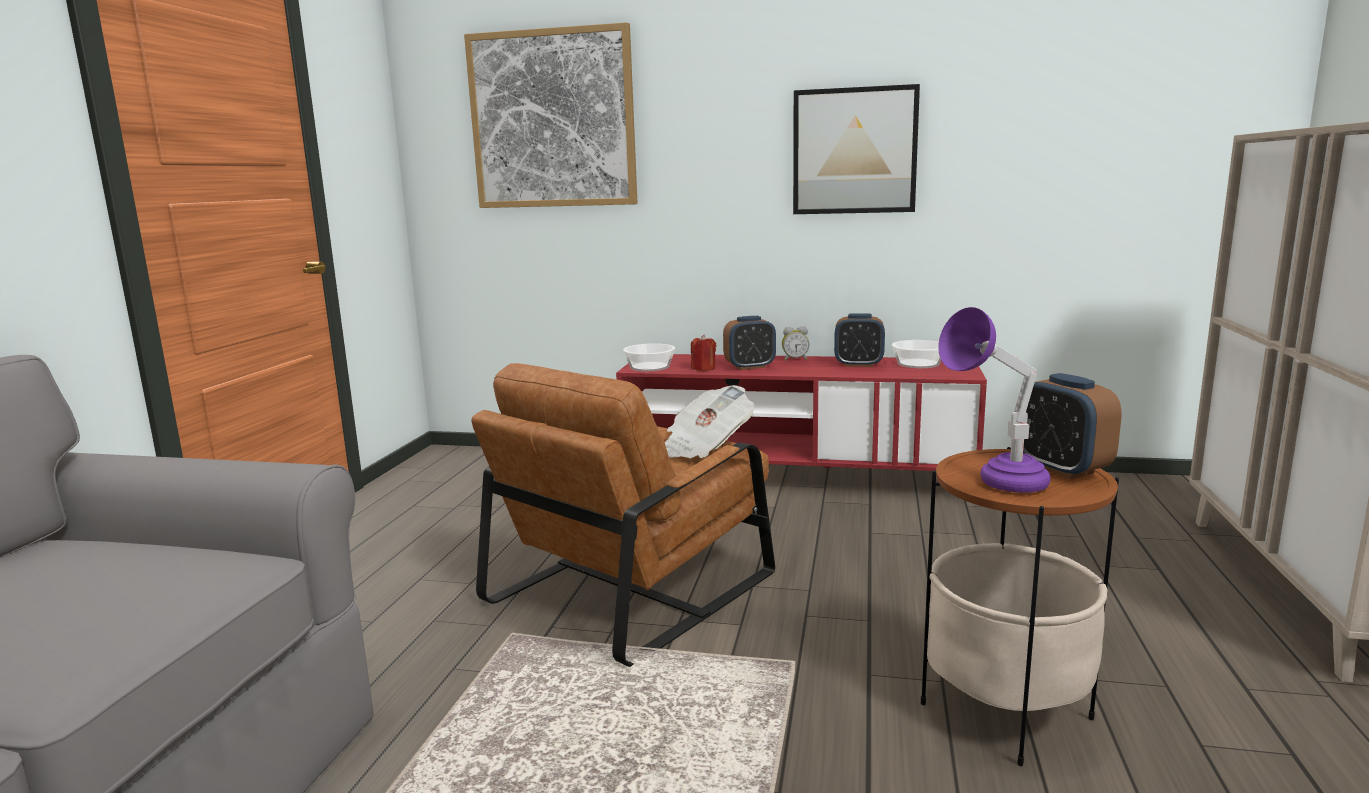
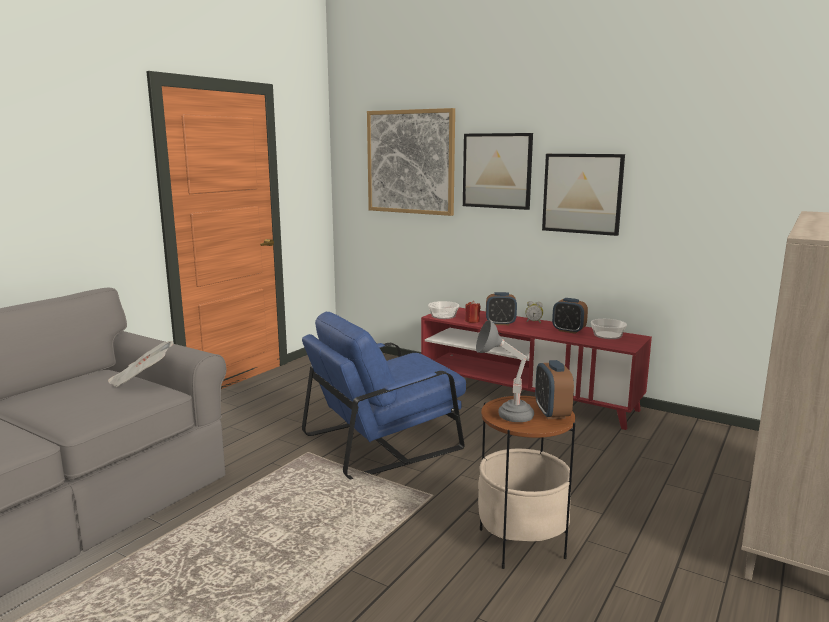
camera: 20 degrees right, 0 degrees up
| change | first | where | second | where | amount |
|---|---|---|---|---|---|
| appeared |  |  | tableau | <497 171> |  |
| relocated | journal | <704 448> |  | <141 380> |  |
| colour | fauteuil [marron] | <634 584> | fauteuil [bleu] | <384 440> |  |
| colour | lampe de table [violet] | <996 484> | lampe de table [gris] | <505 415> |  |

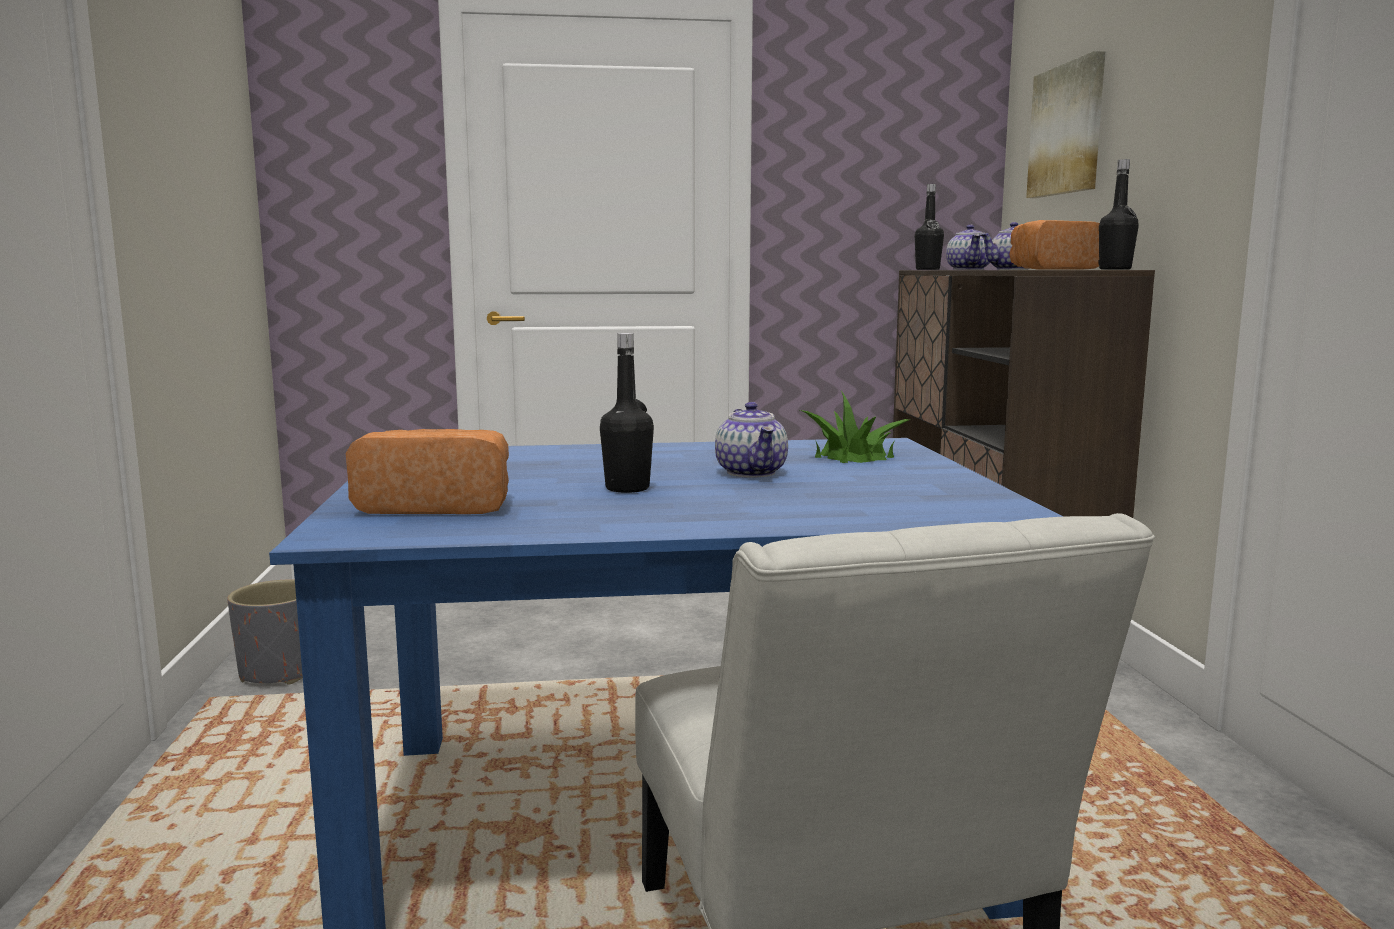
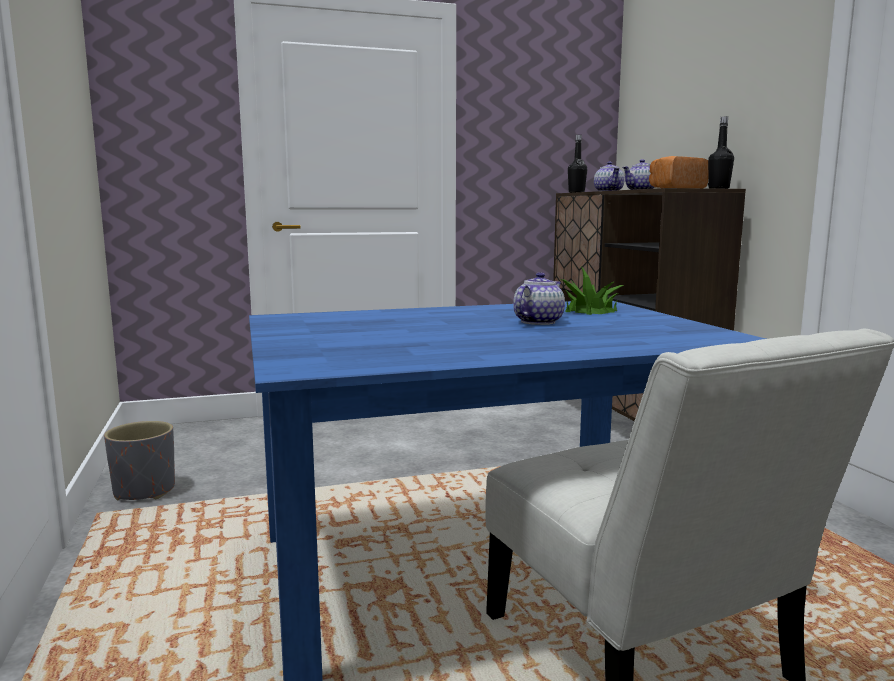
camera: 10 degrees left, 0 degrees up
| change | first | where | second | where | amount |
|---|---|---|---|---|---|
| missing | pain | <437 506> |  |  |  |
| missing | bouteille [noir] | <627 488> |  |  |  |
| missing | tableau | <1068 130> |  |  |  |
| spun | théière | <752 473> |  | <538 322> | 120 degrees counterclockwise |

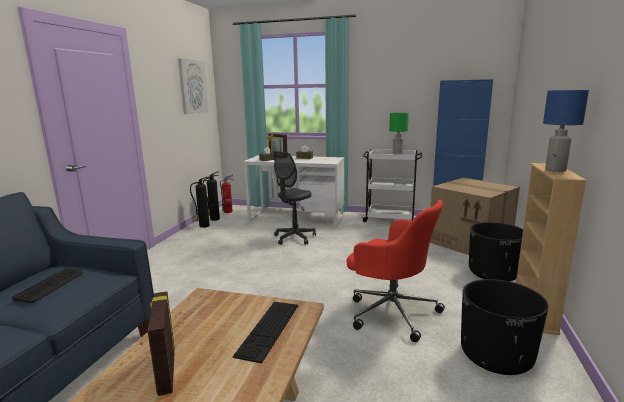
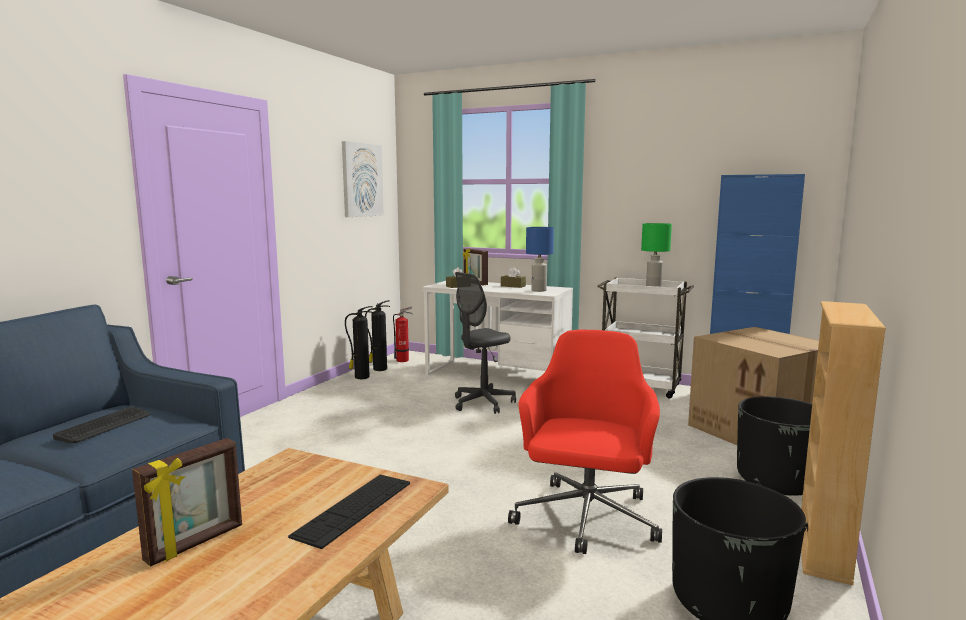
camera: 10 degrees right, 5 degrees down
| change | first | where | second | where | amount |
|---|---|---|---|---|---|
| relocated | lampe de table [bleu] | <555 170> |  | <538 290> |  |
| spun | cadre photo | <165 371> |  | <195 544> | 135 degrees counterclockwise |
| spun | chaise de bureau [rouge] | <391 311> |  | <586 519> | 120 degrees counterclockwise |

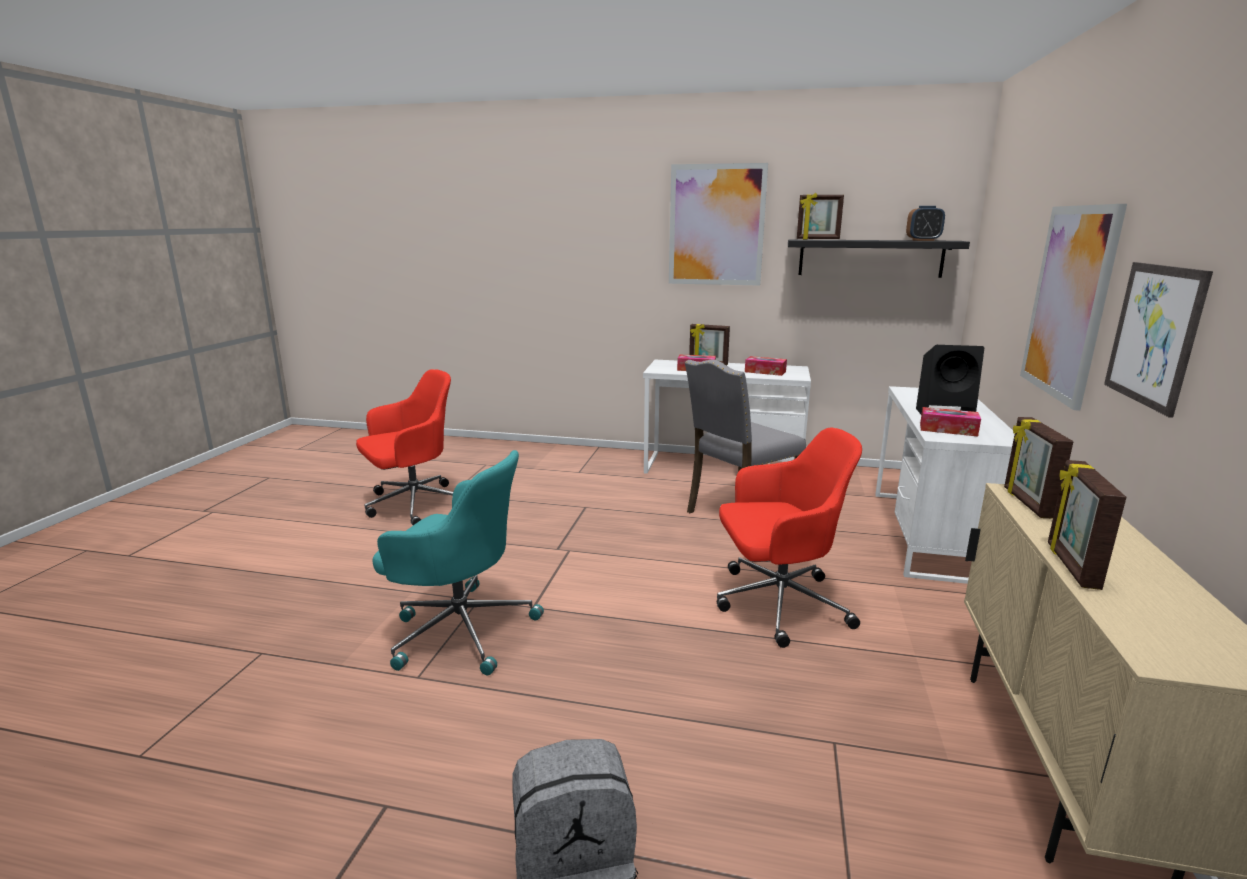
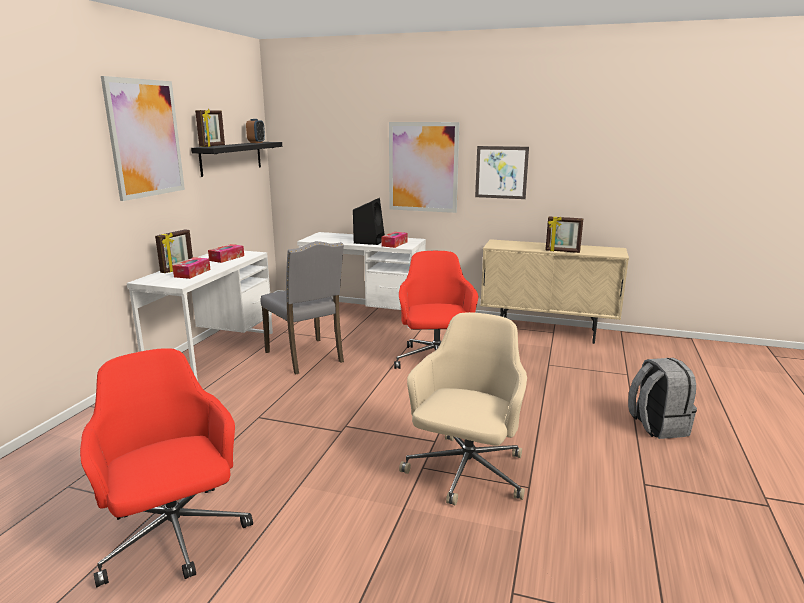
camera: 85 degrees left, 0 degrees up
| change | first | where | second | where | amount |
|---|---|---|---|---|---|
| missing | cadre photo | <1026 503> |  |  |  |
| colour | chaise de bureau [turquoise] | <460 629> | chaise de bureau [beige] | <466 473> |  |

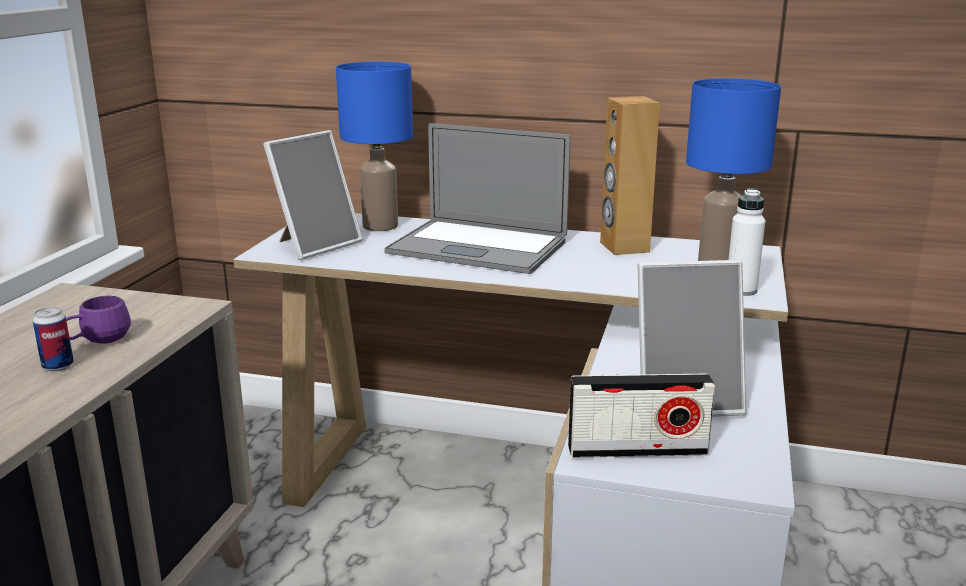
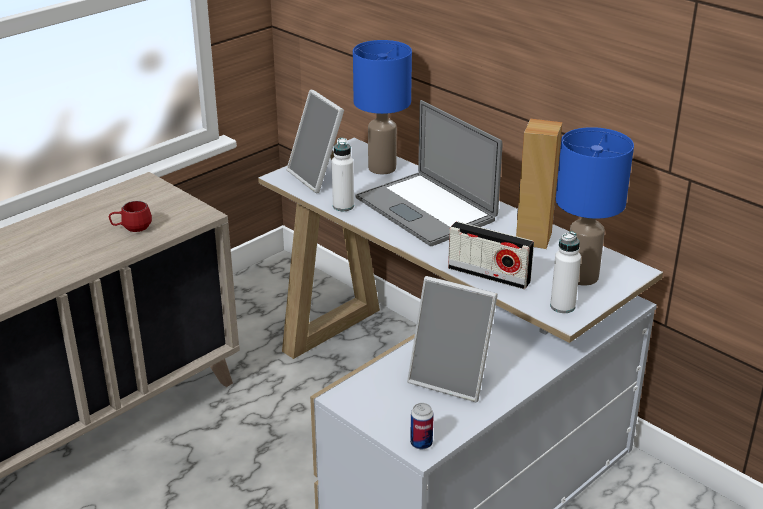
camera: 30 degrees right, 10 degrees up
| change | first | where | second | where | amount |
|---|---|---|---|---|---|
| appeared |  |  | bouteille [blanc] | <343 206> |  |
| relocated | boîte métallique | <58 366> |  | <421 443> |  |
| relocated | radio | <637 450> |  | <488 275> |  |
| colour | mug [violet] | <98 342> | mug [rouge] | <131 229> |  |
| spun | cadre photo | <315 245> |  | <319 177> | 75 degrees clockwise |

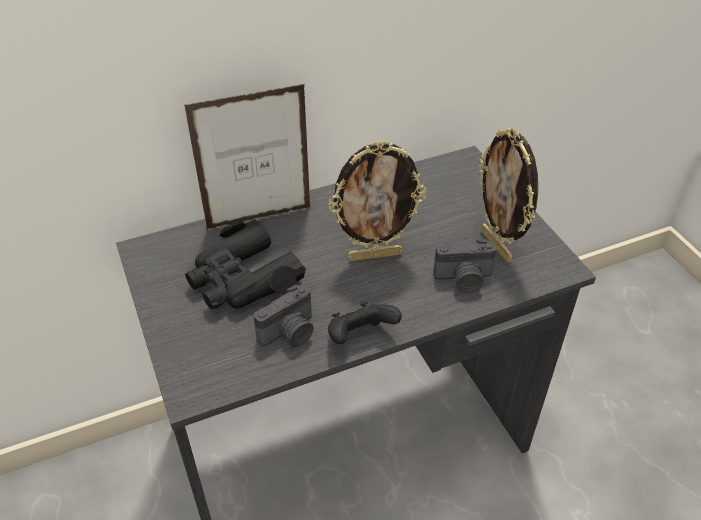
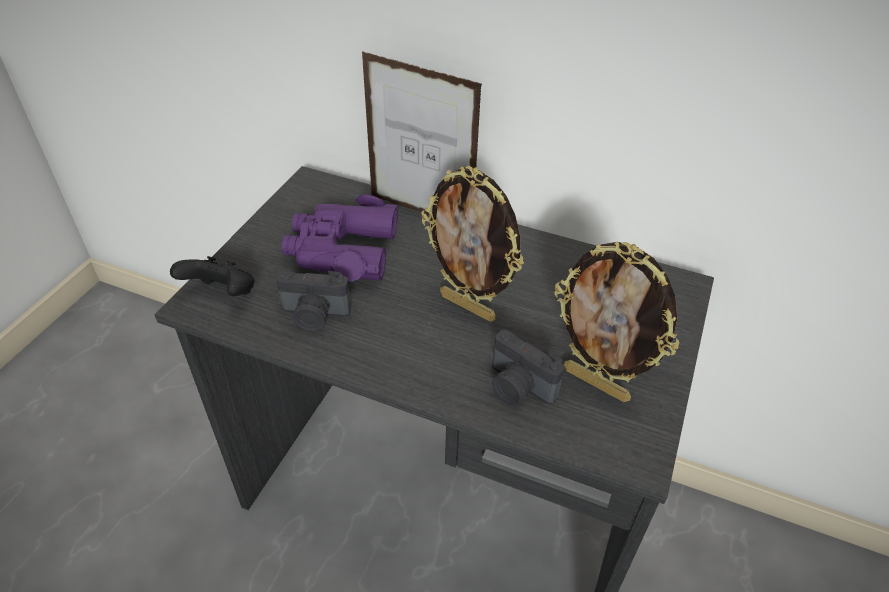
camera: 45 degrees right, 0 degrees up
| change | first | where | second | where | amount |
|---|---|---|---|---|---|
| relocated | manette [noir] | <360 337> |  | <222 294> |  |
| colour | jumelles [noir] | <243 279> | jumelles [violet] | <341 250> |  |
| spun | cadre photo | <497 246> |  | <597 383> | 75 degrees counterclockwise |

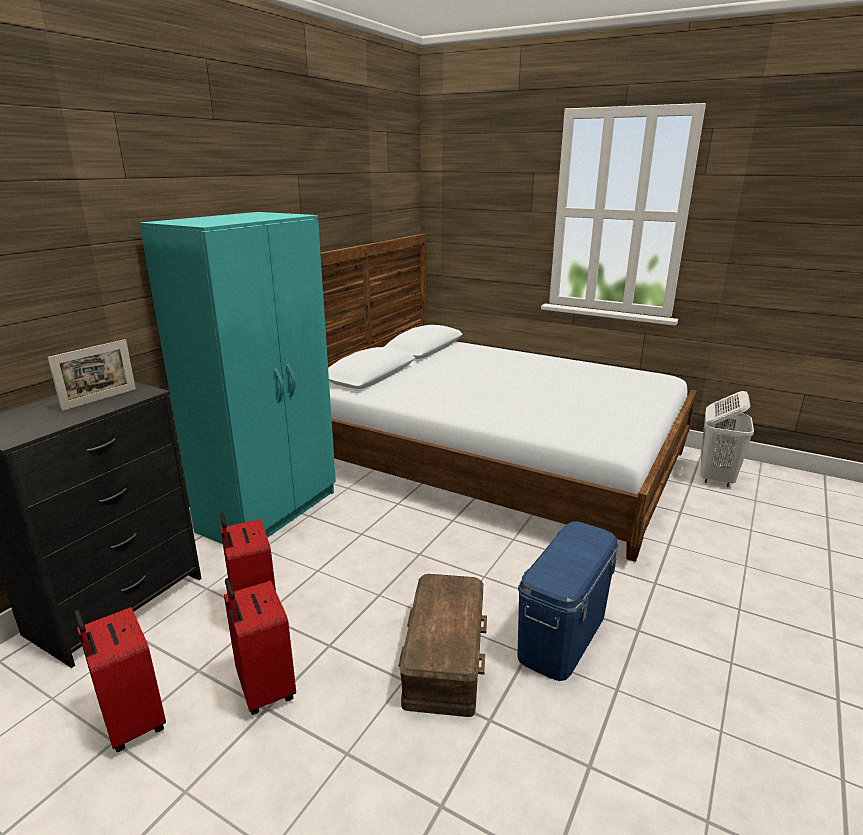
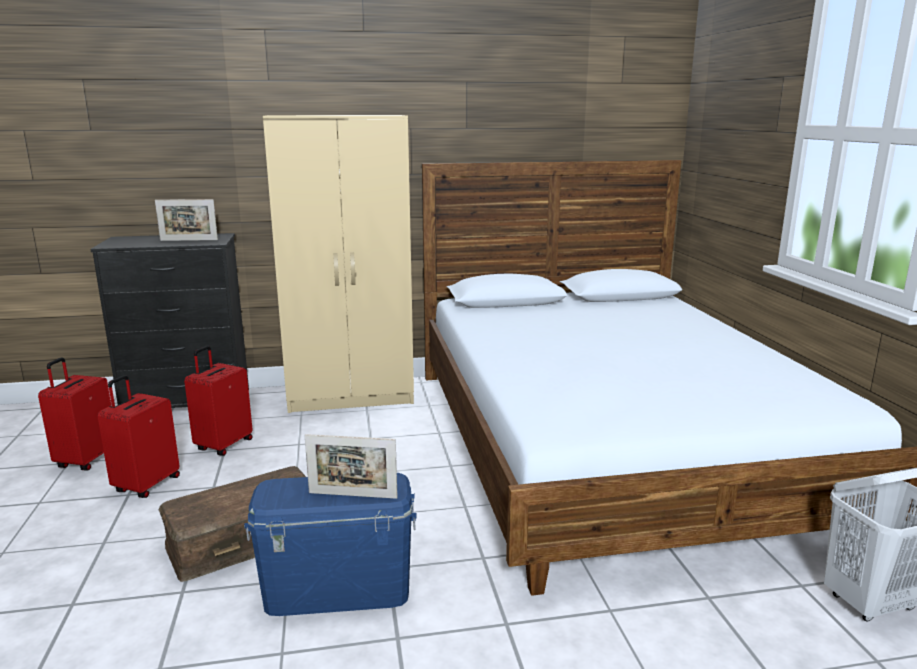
camera: 50 degrees right, 5 degrees down
| change | first | where | second | where | amount |
|---|---|---|---|---|---|
| appeared |  |  | cadre photo | <352 495> |  |
| colour | armoire [turquoise] | <271 511> | armoire [beige] | <352 396> |  |

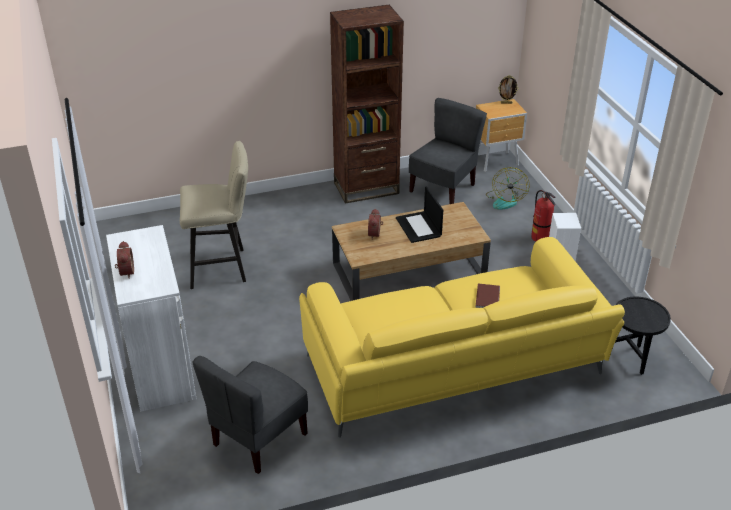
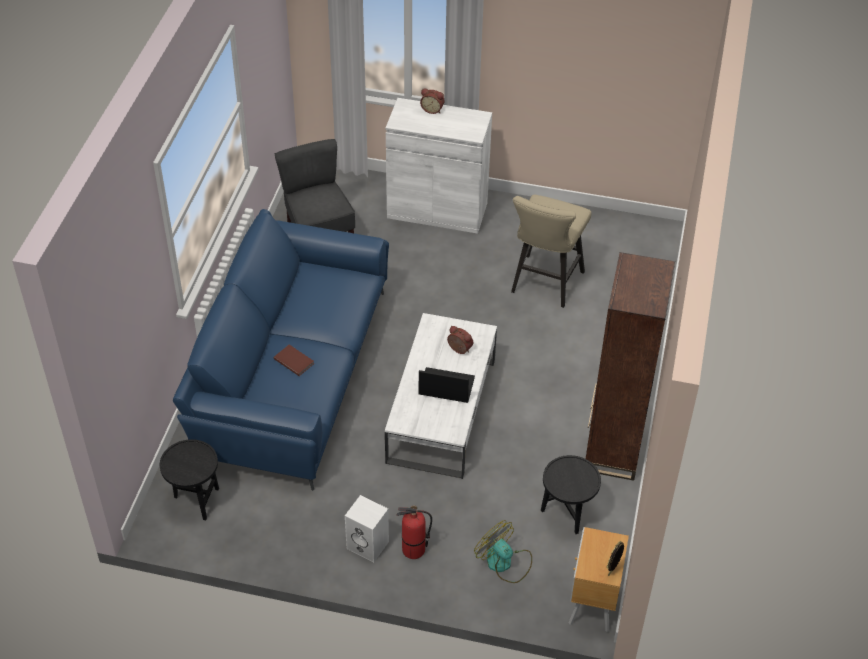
camera: 120 degrees right, 10 degrees up
| change | first | where | second | where | amount |
|---|---|---|---|---|---|
| exchanged | chaise [gris] | <443 189> | table d'appoint [noir] | <566 516> |  |
| colour | canapé [jaune] | <453 368> | canapé [bleu] | <292 374> |  |
| colour | table basse [marron] | <408 271> | table basse [blanc] | <442 409> |  |

